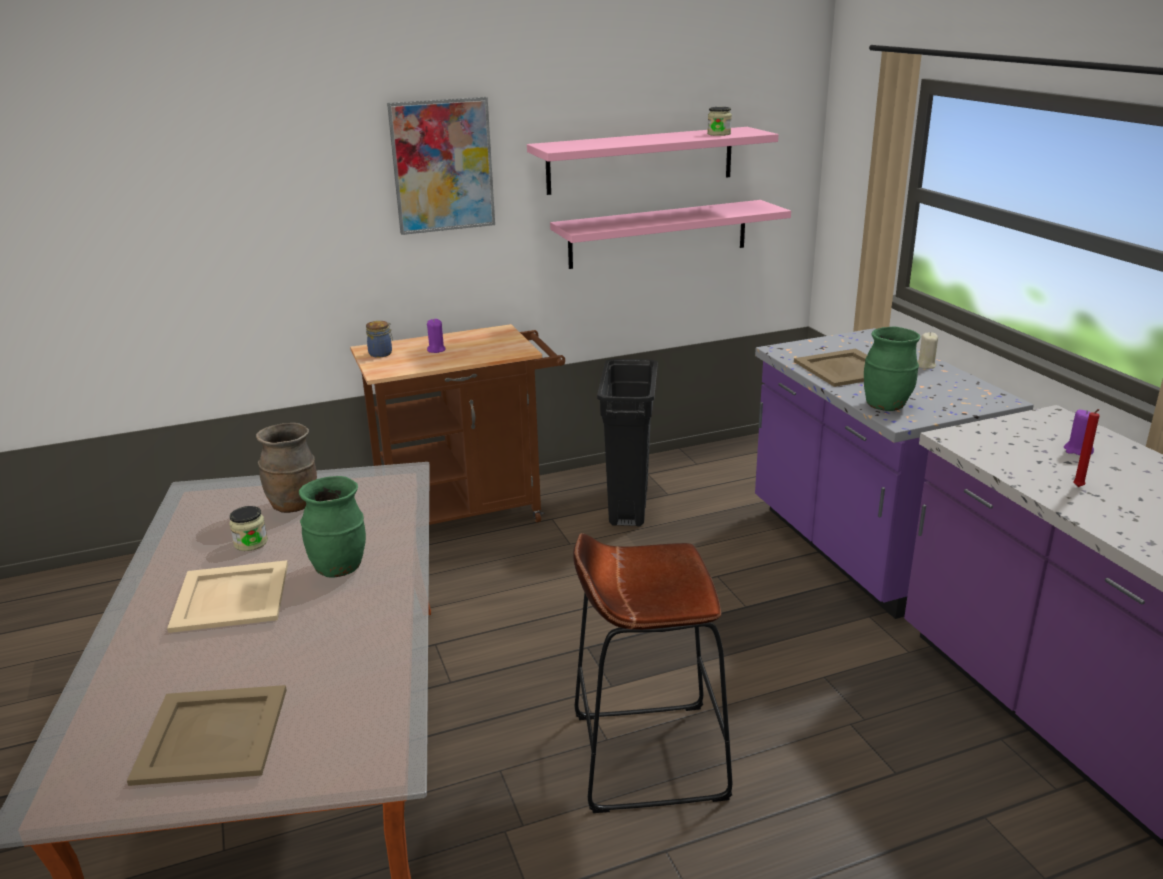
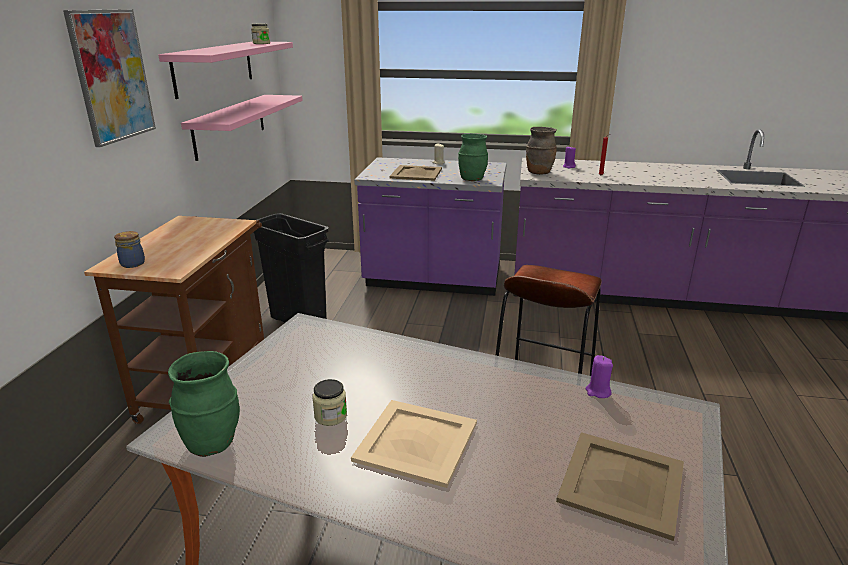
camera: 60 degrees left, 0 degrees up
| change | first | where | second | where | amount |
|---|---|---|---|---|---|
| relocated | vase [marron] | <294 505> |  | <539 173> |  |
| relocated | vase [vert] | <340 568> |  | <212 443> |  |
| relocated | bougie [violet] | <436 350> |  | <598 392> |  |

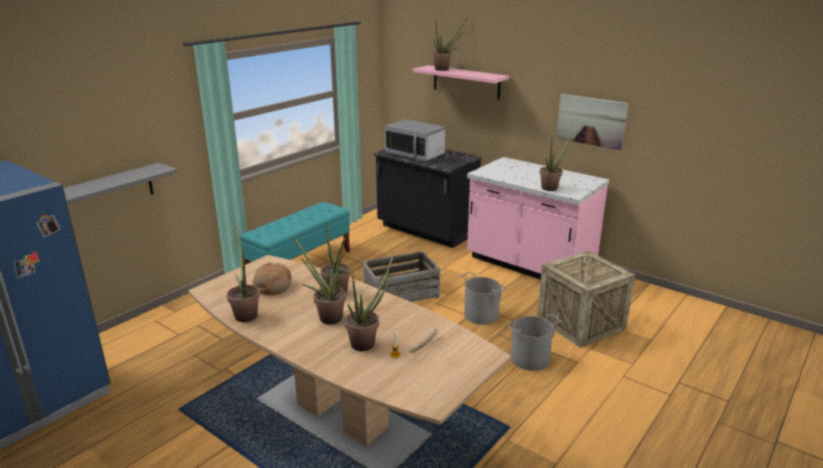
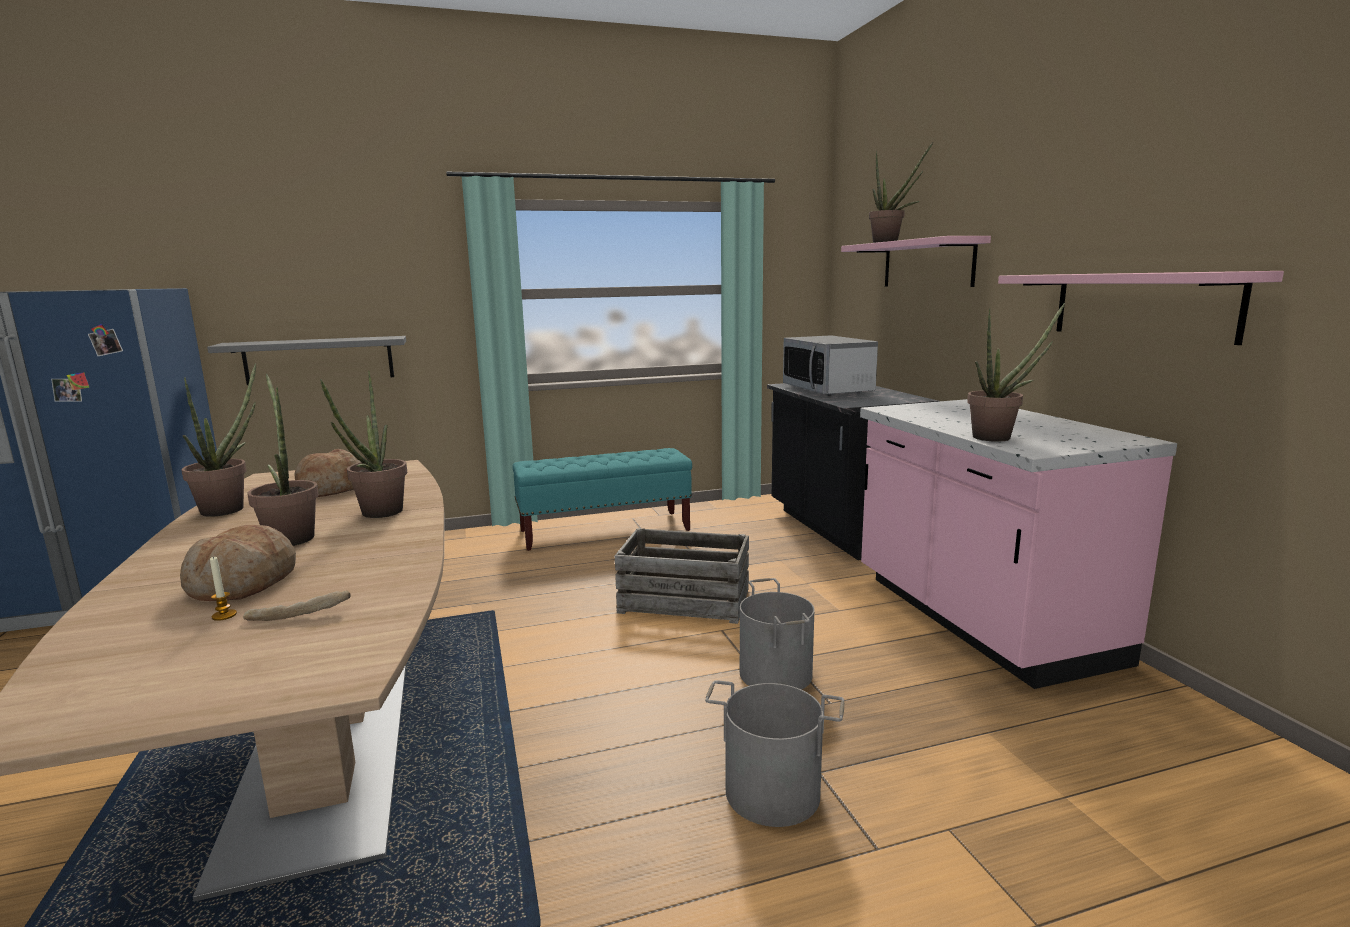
camera: 35 degrees right, 10 degrees down
| change | first | where | second | where | amount |
|---|---|---|---|---|---|
| missing | caisse | <580 323> |  |  |  |
| exchanged | plante en pot | <367 342> | pain | <244 583> |  |
| exchanged | tableau | <591 121> | étagère [rose] | <1142 305> |  |

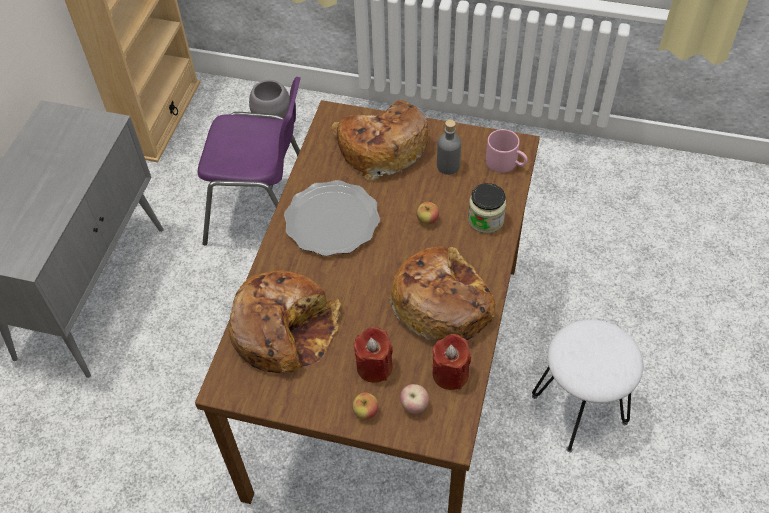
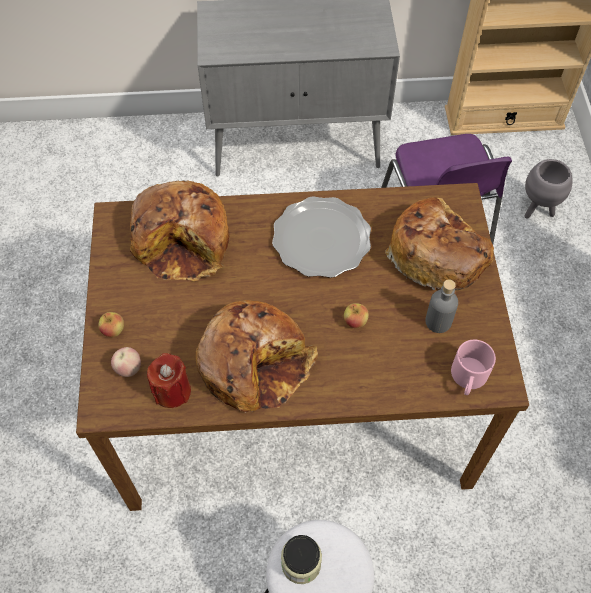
camera: 70 degrees right, 5 degrees up
| change | first | where | second | where | amount |
|---|---|---|---|---|---|
| missing | bougie [rouge] | <374 366> |  |  |  |
| relocated | bocal | <485 220> |  | <301 564> |  |

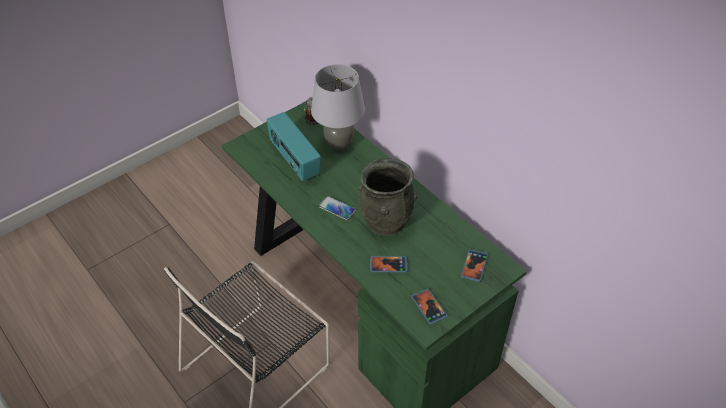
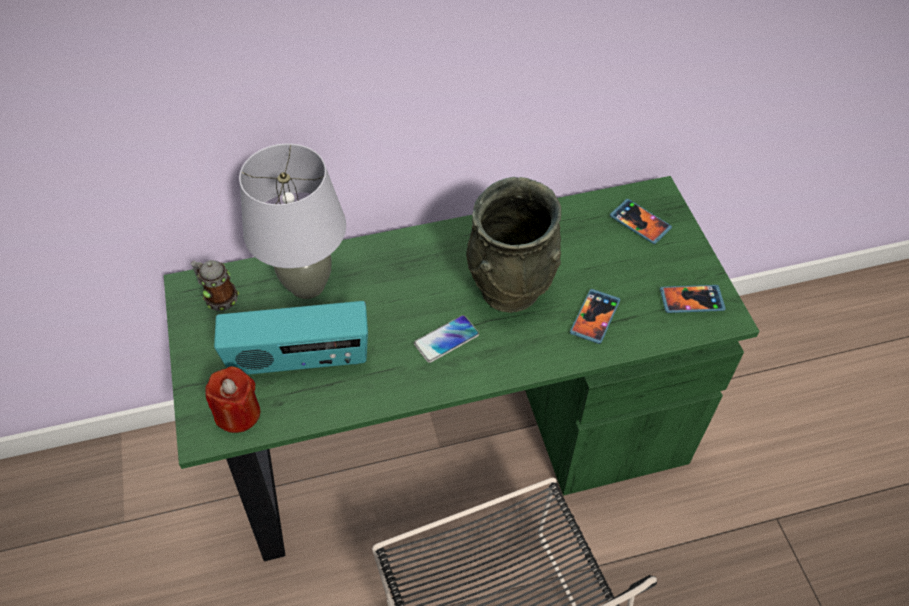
camera: 65 degrees left, 5 degrees up
| change | first | where | second | where | amount |
|---|---|---|---|---|---|
| appeared |  |  | bougie [rouge] | <238 413> |  |

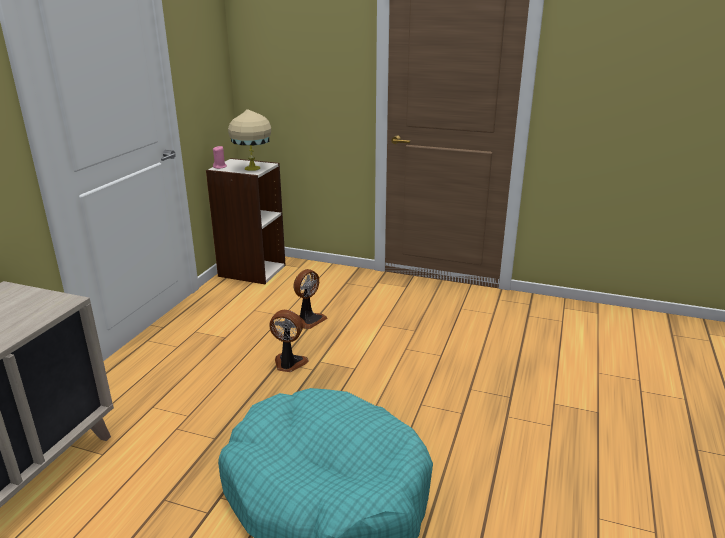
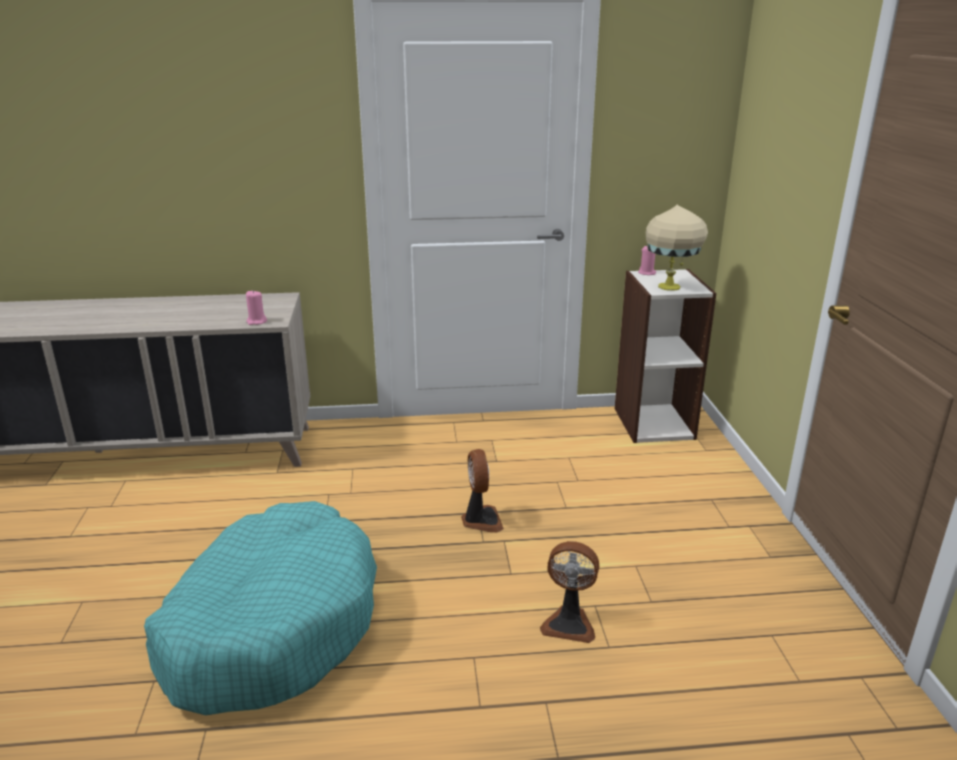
camera: 65 degrees right, 0 degrees up
| change | first | where | second | where | amount |
|---|---|---|---|---|---|
| appeared |  |  | bougie [rose] | <256 321> |  |
| relocated | ventilateur | <309 319> |  | <569 623> |  |

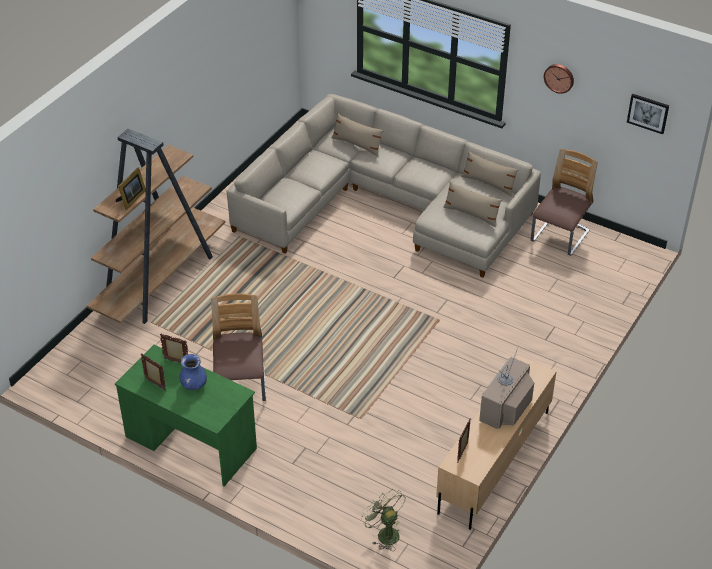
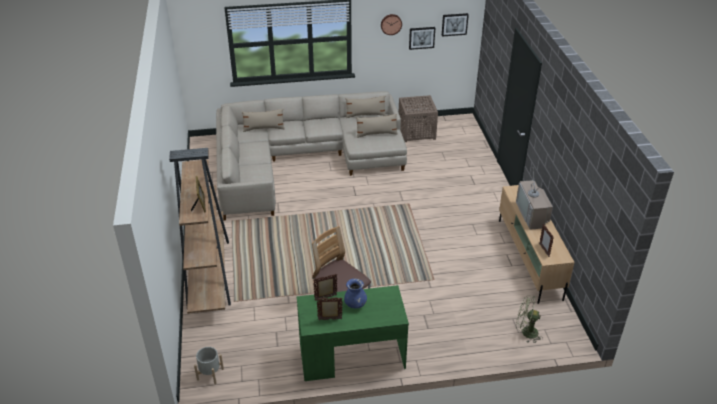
camera: 40 degrees left, 5 degrees down
| change | first | where | second | where | amount |
|---|---|---|---|---|---|
| appeared |  |  | cache-pot [gris] | <210 374> |  |
| appeared |  |  | tableau | <421 37> |  |
| exchanged | chaise | <560 237> | table d'appoint [marron] | <417 131> |  |

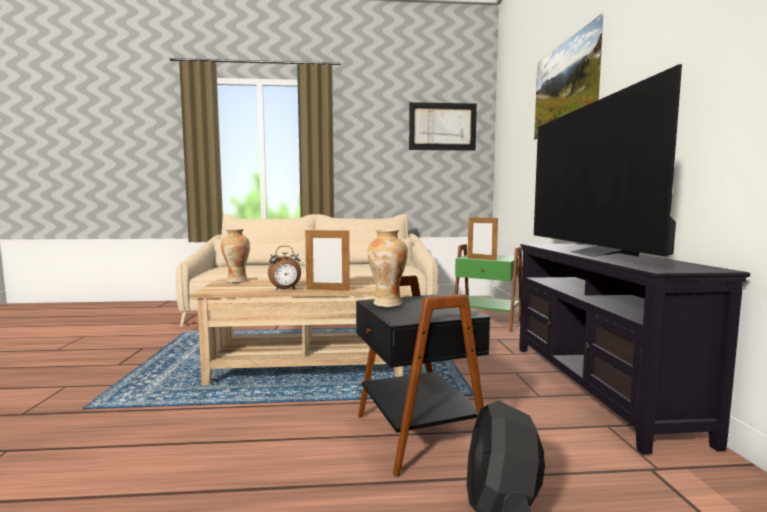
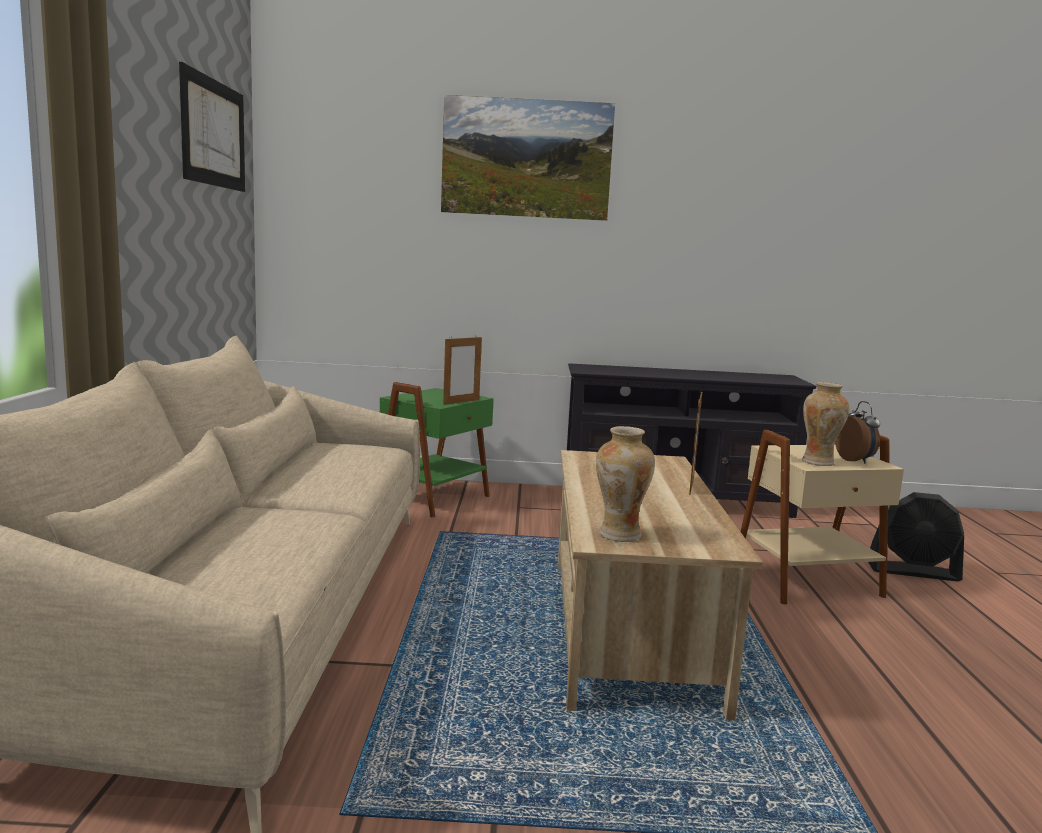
camera: 85 degrees left, 5 degrees up
| change | first | where | second | where | amount |
|---|---|---|---|---|---|
| missing | téléviseur | <595 254> |  |  |  |
| relocated | réveil | <285 289> |  | <855 460> |  |
| colour | table d'appoint [noir] | <415 434> | table d'appoint [beige] | <808 582> |  |

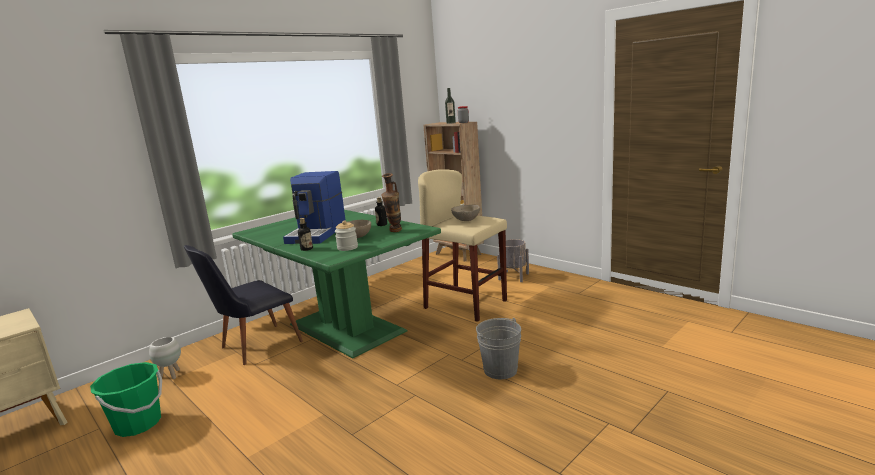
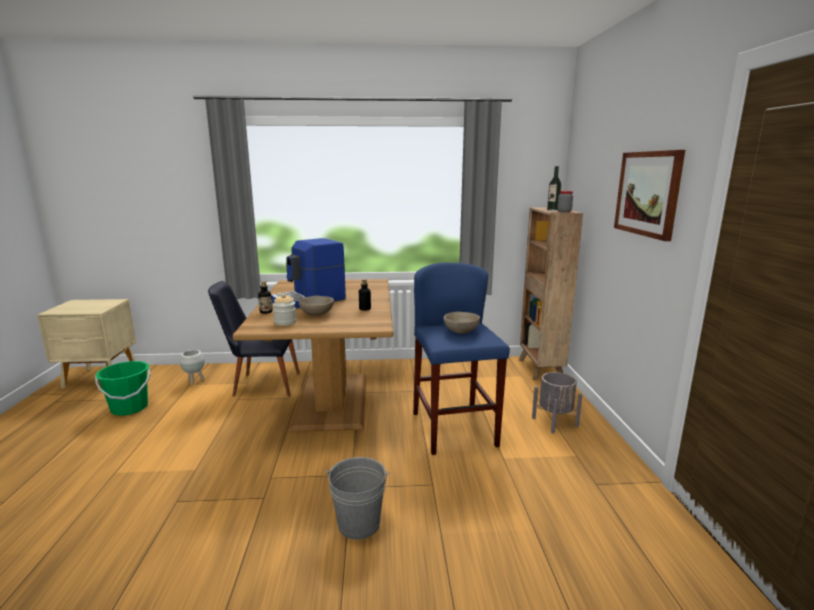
camera: 40 degrees right, 0 degrees up
| change | first | where | second | where | amount |
|---|---|---|---|---|---|
| missing | vase | <394 232> |  |  |  |
| appeared |  |  | tableau | <648 193> |  |
| colour | table à manger [vert] | <345 328> | table à manger [marron] | <330 400> |  |
| colour | tabouret [beige] | <465 304> | tabouret [bleu] | <454 429> |  |

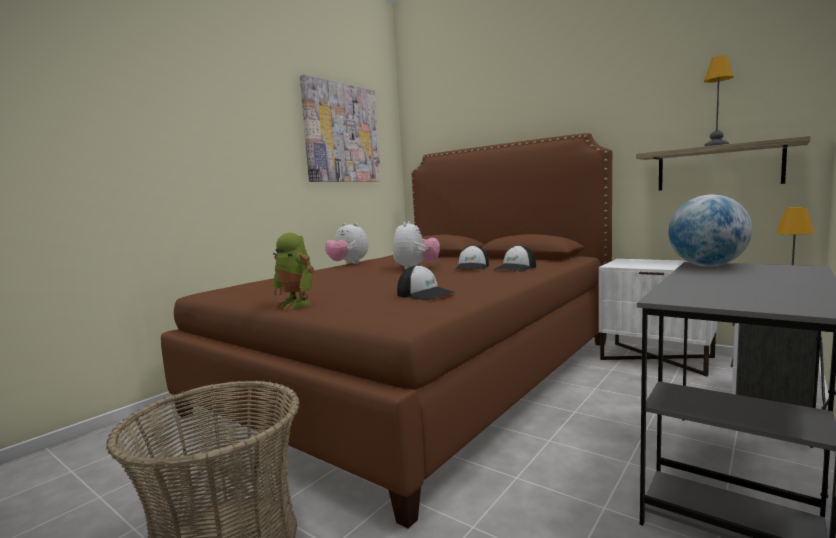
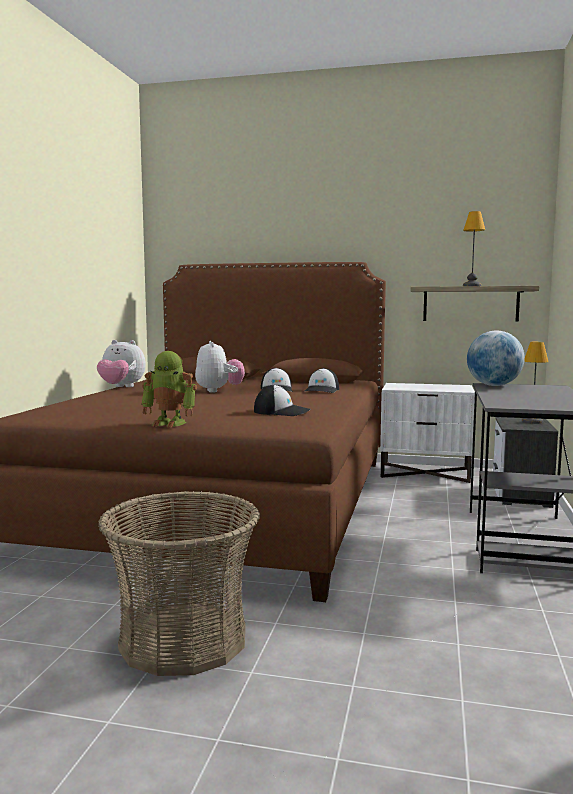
camera: 25 degrees left, 0 degrees up
| change | first | where | second | where | amount |
|---|---|---|---|---|---|
| missing | tableau | <341 133> |  |  |  |

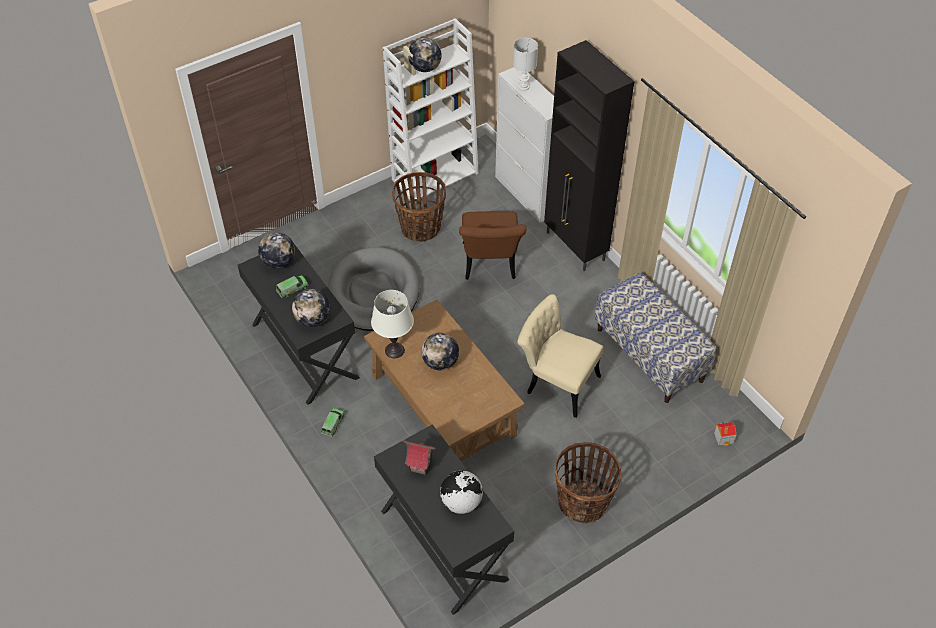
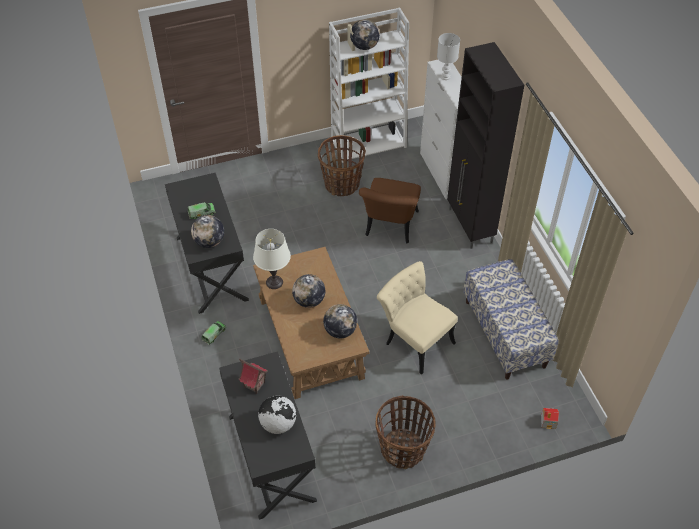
camera: 15 degrees right, 0 degrees up
| change | first | where | second | where | amount |
|---|---|---|---|---|---|
| missing | panier pour chien [gris] | <374 293> |  |  |  |
| relocated | globe | <278 262> |  | <340 331> |  |

